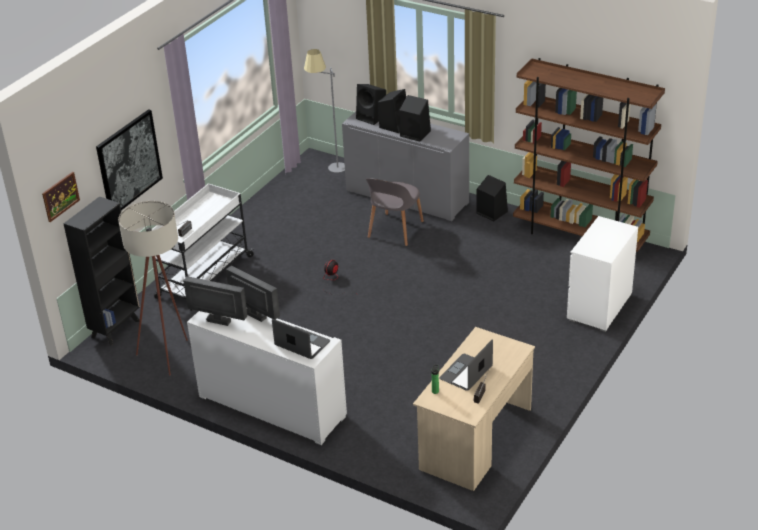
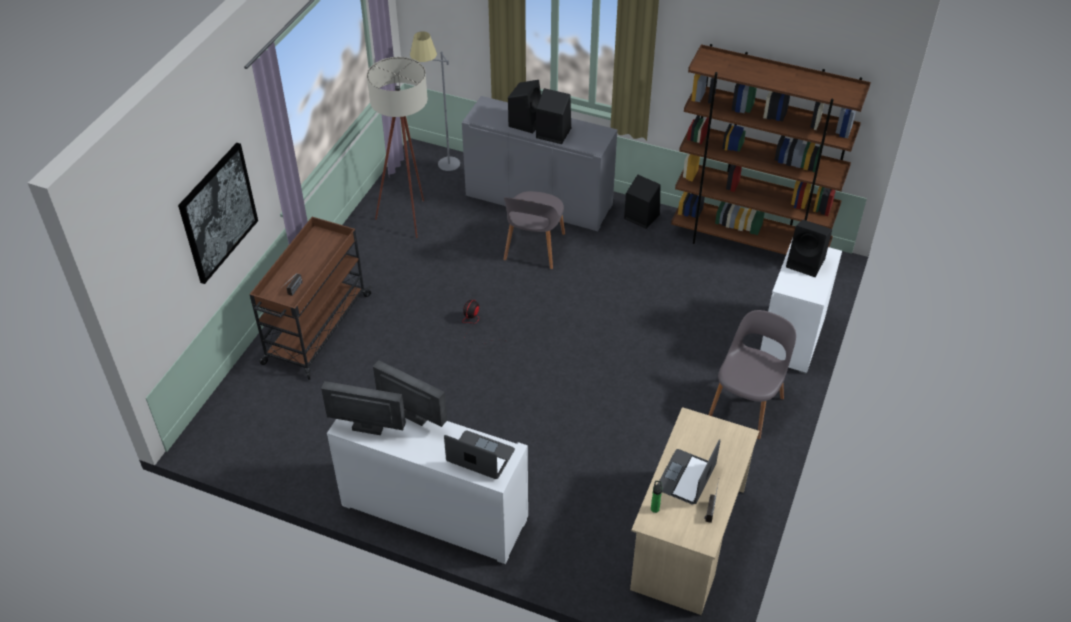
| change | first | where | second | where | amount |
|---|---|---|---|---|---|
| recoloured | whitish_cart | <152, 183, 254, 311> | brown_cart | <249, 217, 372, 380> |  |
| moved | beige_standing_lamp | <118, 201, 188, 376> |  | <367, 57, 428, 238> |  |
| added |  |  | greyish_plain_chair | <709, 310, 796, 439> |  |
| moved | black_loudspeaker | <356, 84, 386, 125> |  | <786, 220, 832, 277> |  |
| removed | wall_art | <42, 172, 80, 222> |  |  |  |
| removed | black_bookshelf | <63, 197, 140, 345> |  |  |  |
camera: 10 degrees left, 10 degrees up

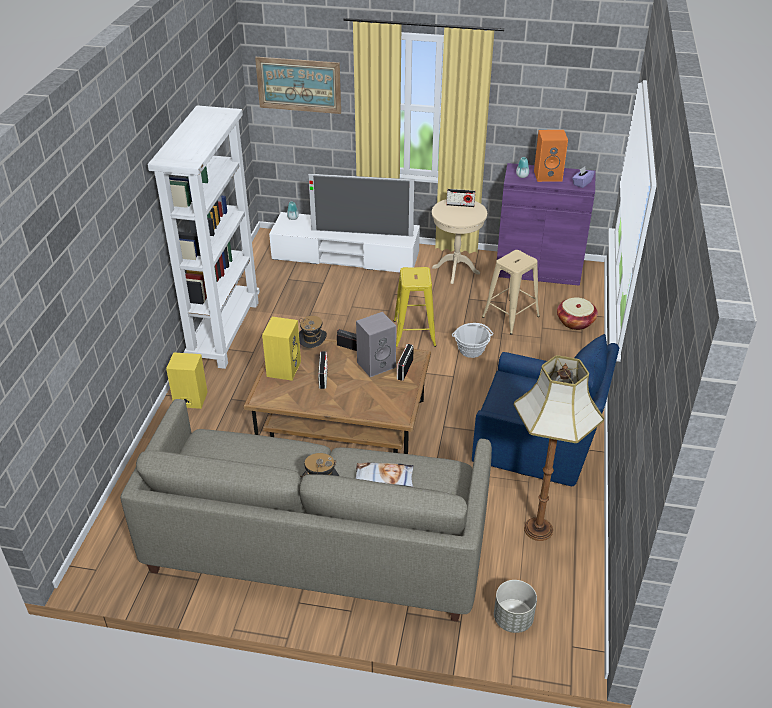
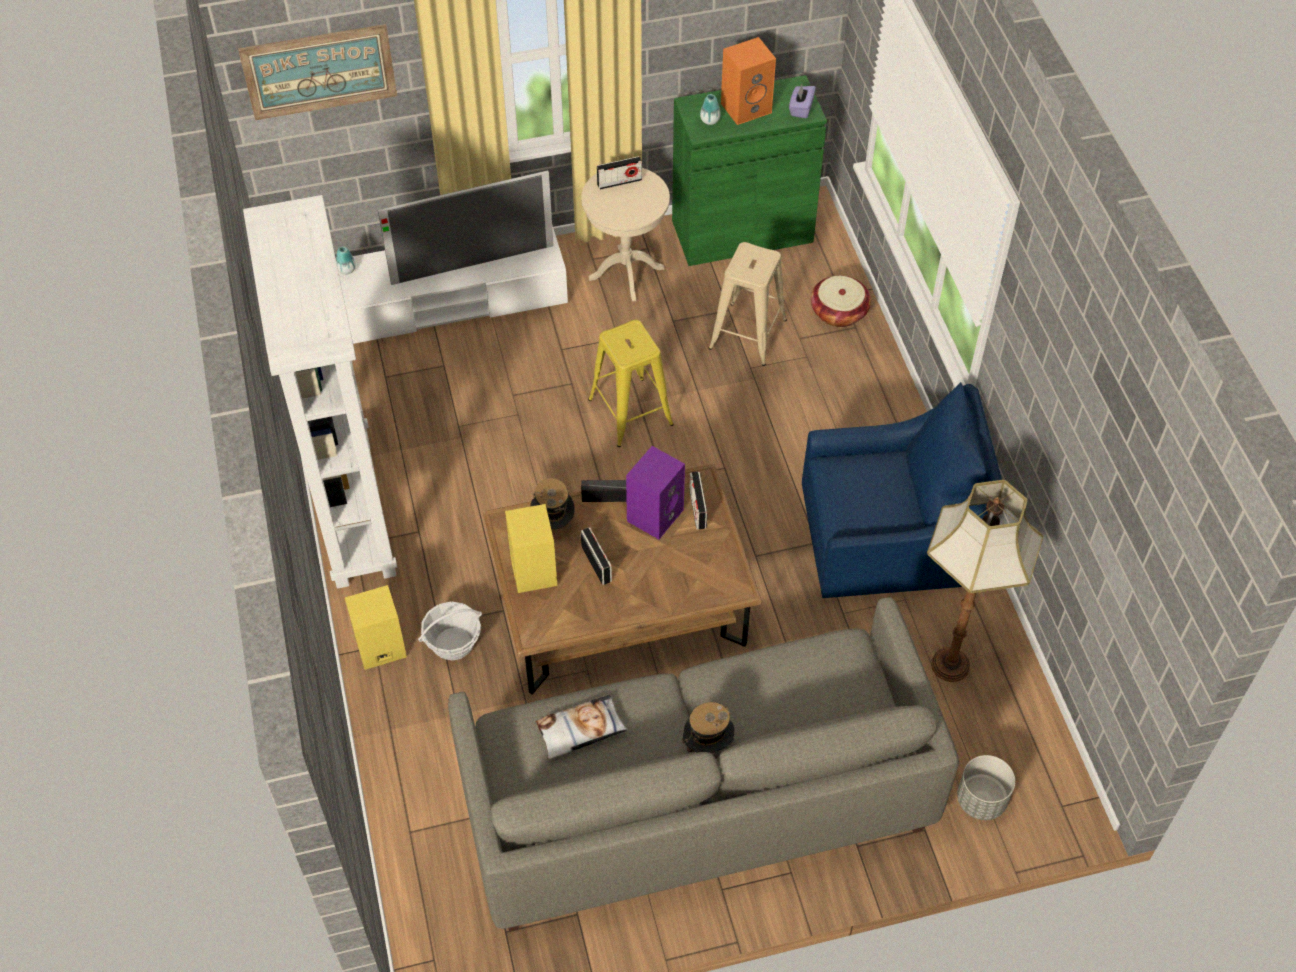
| change | first | where | second | where | amount |
|---|---|---|---|---|---|
| moved | storage_basket | <452, 323, 493, 358> |  | <418, 602, 482, 661> |  |
| moved | pillow | <355, 462, 414, 487> |  | <536, 695, 628, 759> |  |
| recoloured | greyish_loudspeaker | <356, 312, 396, 377> | purple_loudspeaker | <626, 446, 685, 539> |  |
| recoloured | purple_cabinet | <497, 163, 596, 286> | greenish_cabinet | <672, 75, 827, 266> |  |
camera: 25 degrees left, 15 degrees up

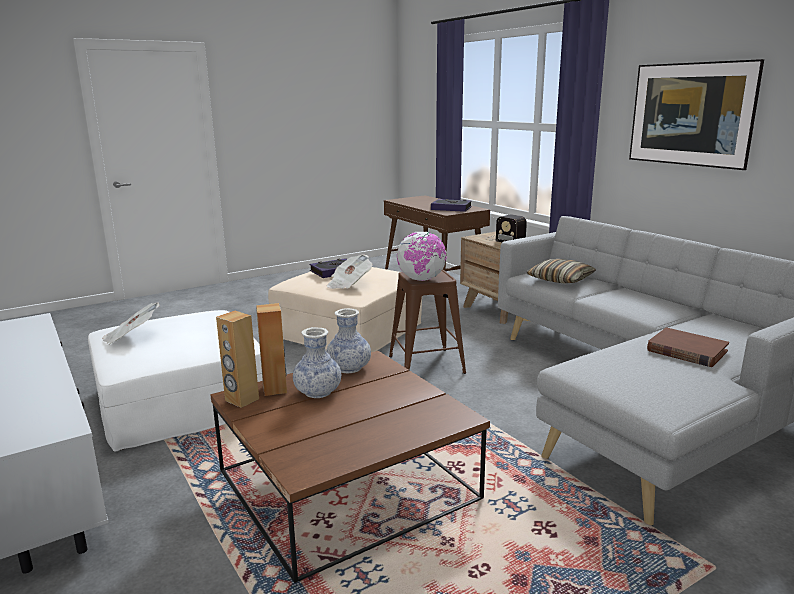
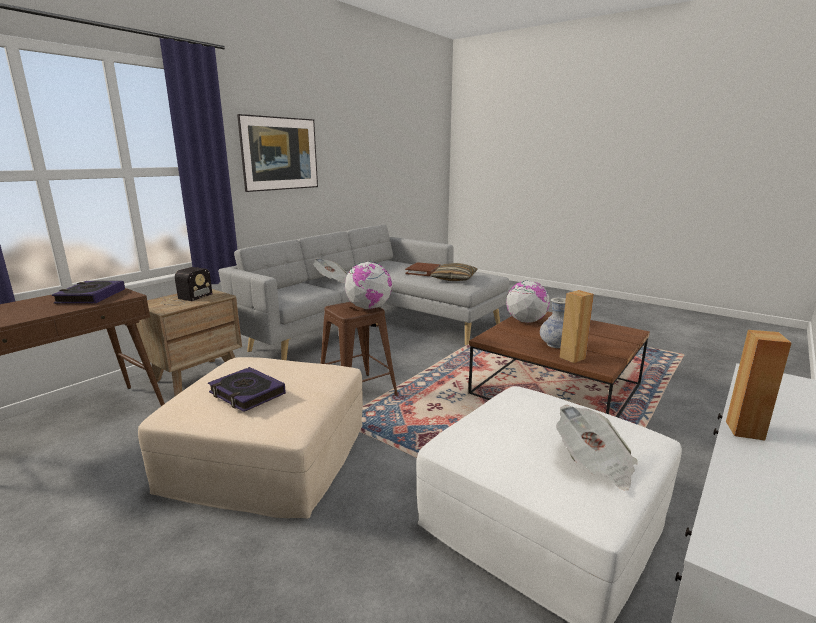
| change | first | where | second | where | amount |
|---|---|---|---|---|---|
| moved | printed_paper | <327, 254, 372, 289> |  | <313, 258, 347, 283> |  |
| moved | pillow | <526, 259, 596, 284> |  | <430, 263, 477, 281> |  |
| added |  |  | desk_globe | <506, 281, 550, 323> |  |
| moved | brown_loudspeaker | <216, 311, 259, 408> |  | <726, 330, 791, 440> |  |
| removed | decorative_vase | <326, 308, 371, 373> |  |  |  |
camera: 110 degrees left, 0 degrees up

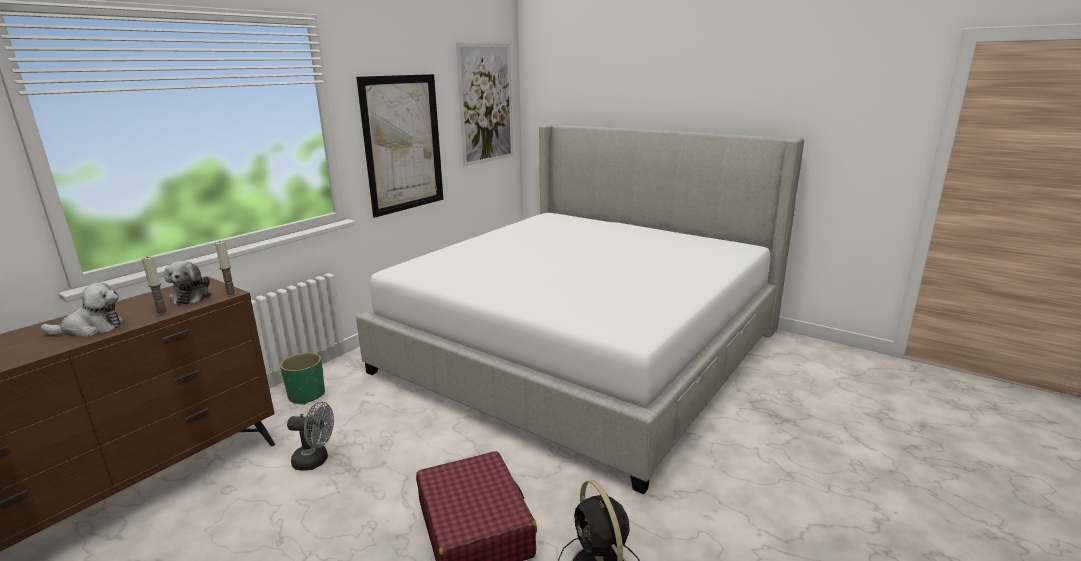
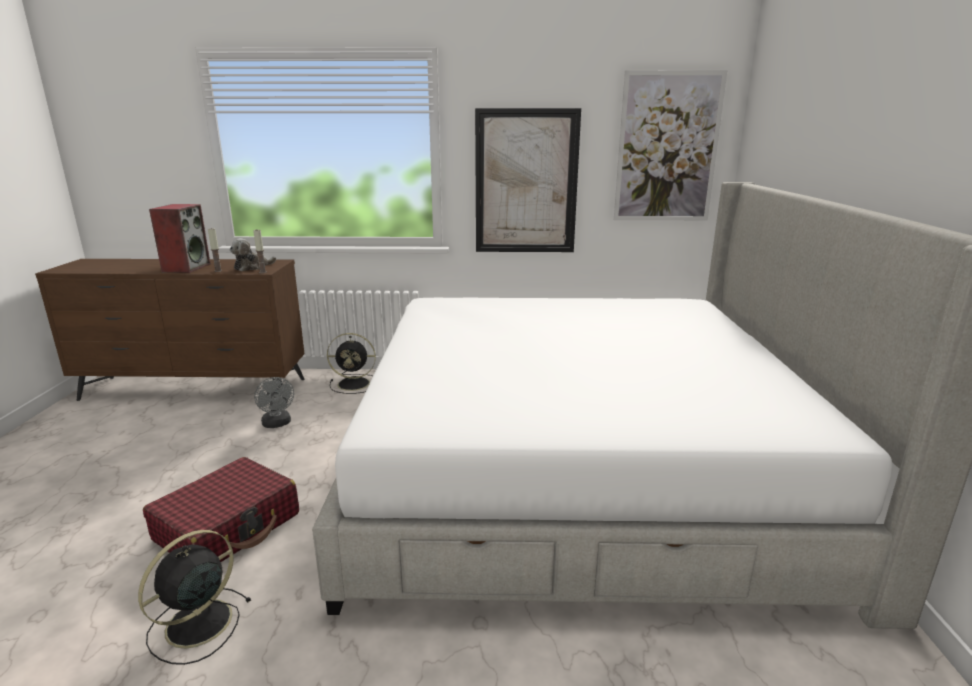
| change | first | where | second | where | amount |
|---|---|---|---|---|---|
| replaced | plush_toy | <41, 283, 123, 337> | loudspeaker | <149, 204, 211, 273> |  |
| replaced | greenish_plant_pot | <280, 352, 325, 405> | black_cooling_fan | <327, 333, 376, 394> |  |
camera: 55 degrees right, 0 degrees up

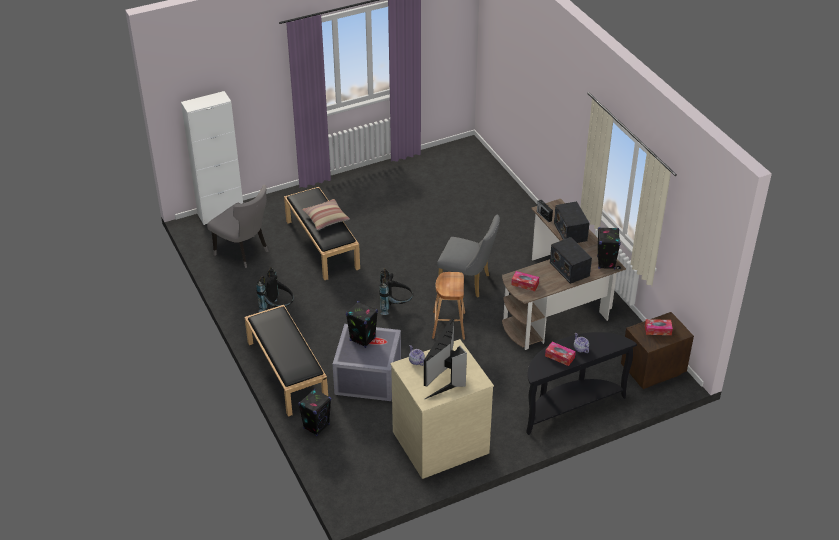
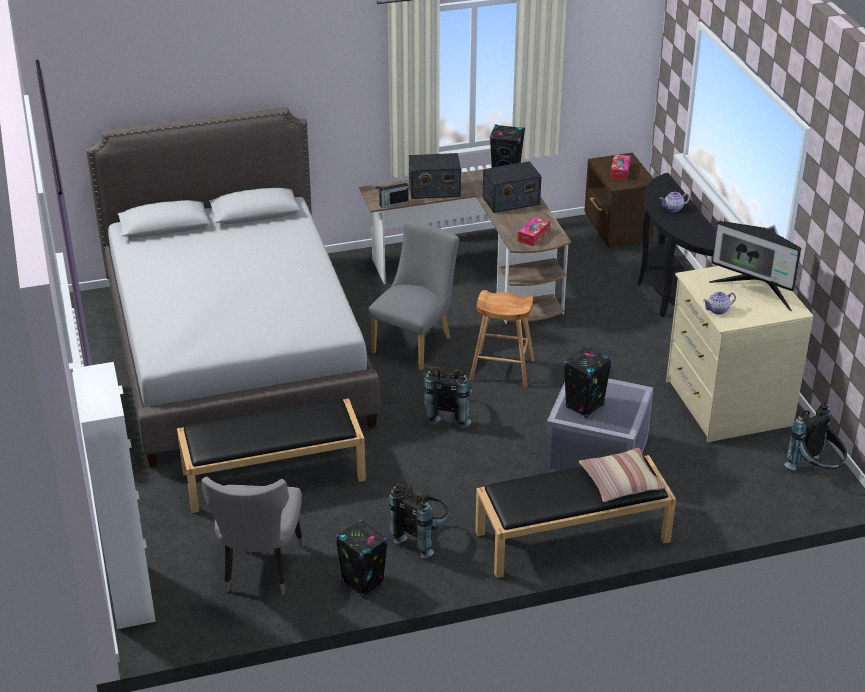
| change | first | where | second | where | amount |
|---|---|---|---|---|---|
| added |  |  | greyish_bed | <86, 107, 380, 467> |  |
| turned | greyish_plain_chair | <207, 185, 268, 268> |  | <202, 477, 304, 595> | 135 degrees clockwise |
| moved | black_loudspeaker | <298, 388, 331, 436> |  | <335, 520, 388, 598> |  |
| moved | pillow | <302, 199, 350, 230> |  | <579, 448, 666, 502> |  |
| added |  |  | black_rucksack | <784, 401, 847, 471> |  |
| removed | tissue_box | <545, 342, 576, 366> |  |  |  |
camera: 80 degrees left, 5 degrees down

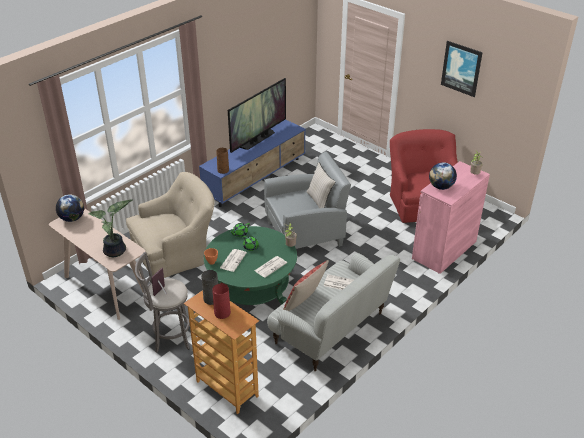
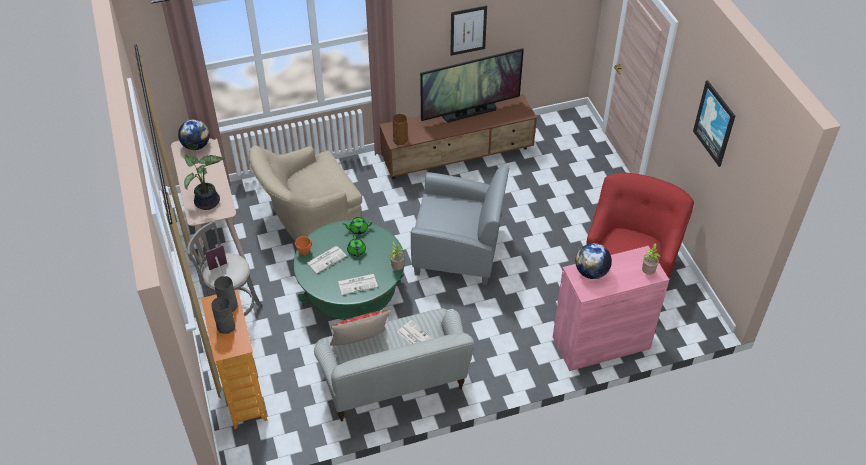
| change | first | where | second | where | amount |
|---|---|---|---|---|---|
| recoloured | red-coloured_decorative_vase | <212, 283, 231, 319> | greyish_decorative_vase | <211, 297, 235, 334> |  |
| turned | beige_lounge_chair | <126, 172, 214, 278> |  | <249, 145, 362, 241> | 150 degrees clockwise |
| recoloured | bluish_tv_unit | <199, 119, 306, 207> | brown_tv_unit | <379, 94, 537, 179> |  |
| added |  |  | wall_art | <450, 6, 487, 56> |  |
| removed | beige_pillow | <307, 162, 336, 208> |  |  |  |
camera: 30 degrees right, 10 degrees up

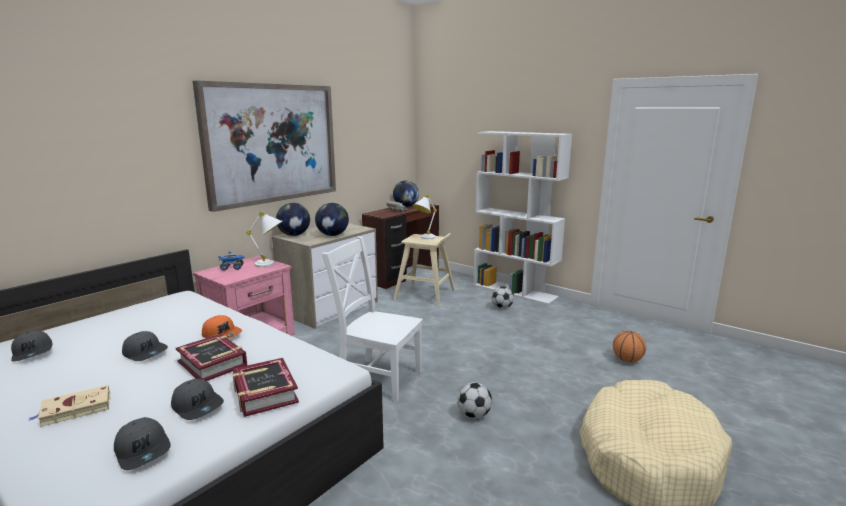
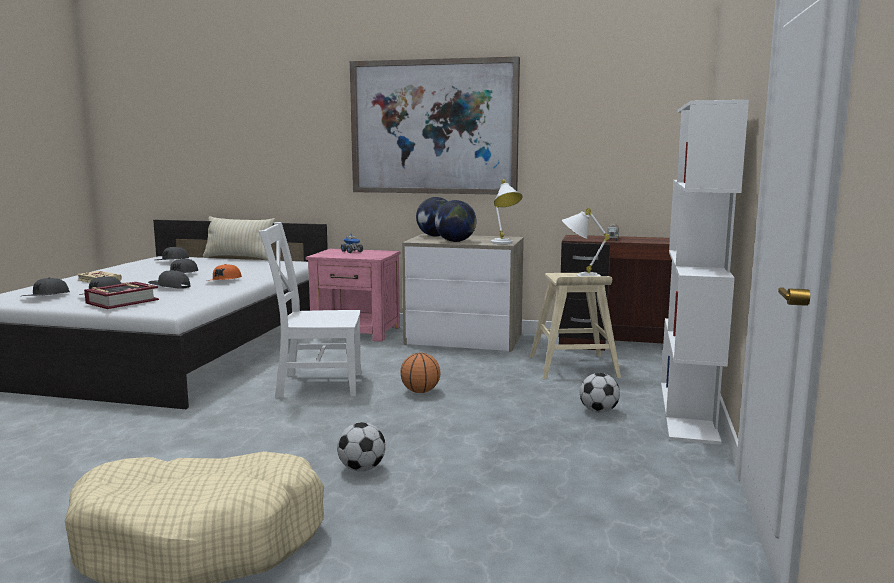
| change | first | where | second | where | amount |
|---|---|---|---|---|---|
| replaced | book | <176, 334, 248, 381> | greyish_peaked_cap | <148, 270, 190, 288> |  |
| added |  |  | beige_pillow | <203, 216, 275, 260> |  |
| turned | whitish_plain_chair | <322, 236, 423, 402> |  | <259, 222, 361, 398> | 90 degrees counterclockwise |
| moved | football_ball | <457, 382, 492, 419> |  | <337, 422, 386, 472> |  |
| moved | basketball_ball | <613, 331, 646, 362> |  | <401, 353, 441, 393> |  |
| moved | whitish_lamp_for_a_table | <246, 211, 283, 267> |  | <491, 179, 523, 244> |  |
| removed | desk_globe | <393, 181, 419, 207> |  |  |  |
camera: 65 degrees right, 5 degrees down

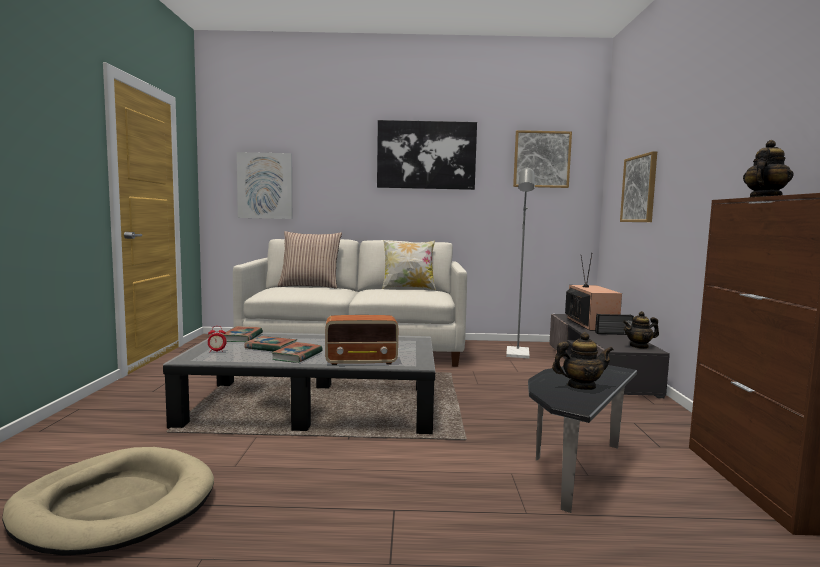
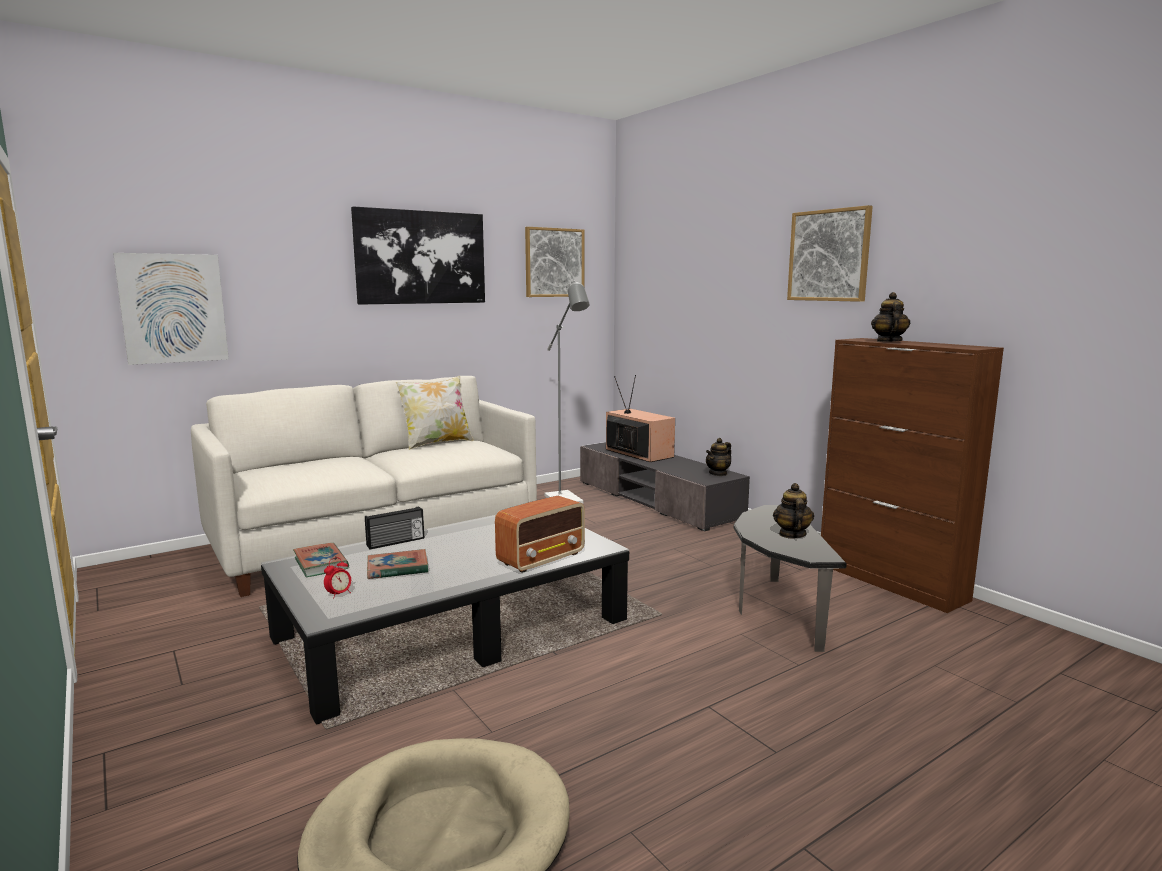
| change | first | where | second | where | amount |
|---|---|---|---|---|---|
| moved | radio | <595, 314, 634, 335> |  | <365, 506, 424, 549> |  |
| turned | teapot | <552, 332, 614, 390> |  | <773, 483, 814, 538> | 45 degrees counterclockwise |
| moved | wall_art | <620, 151, 657, 222> |  | <787, 205, 873, 302> |  |
| removed | book | <271, 342, 323, 363> |  |  |  |
| removed | pillow | <278, 231, 342, 289> |  |  |  |
camera: 35 degrees left, 5 degrees up

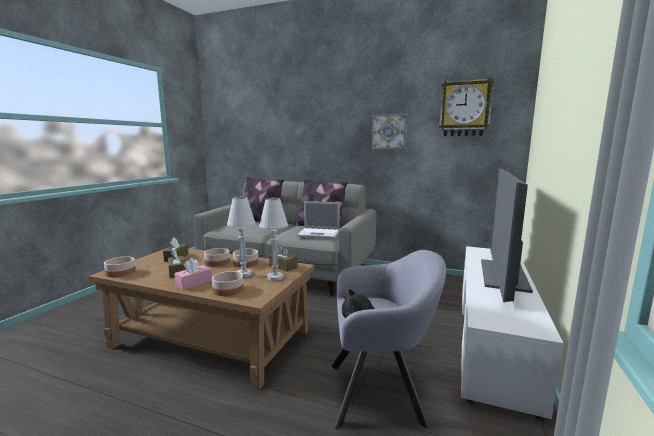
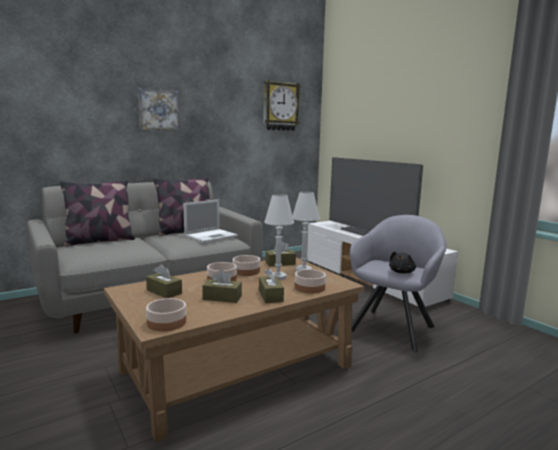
| change | first | where | second | where | amount |
|---|---|---|---|---|---|
| moved | wall_art | <371, 113, 407, 150> |  | <138, 88, 179, 131> |  |
| recoloured | pink_tissue_box | <174, 258, 212, 290> | brown_tissue_box | <259, 268, 284, 303> |  |
camera: 55 degrees left, 0 degrees up

